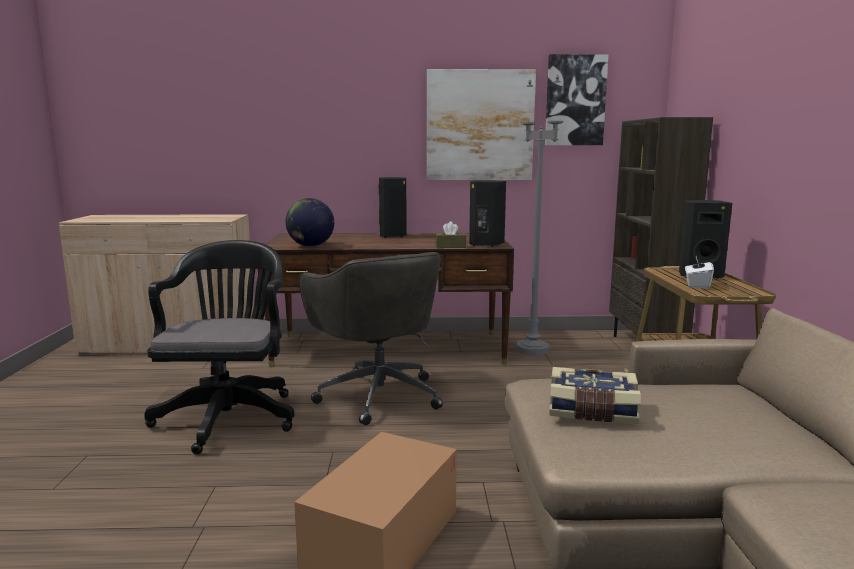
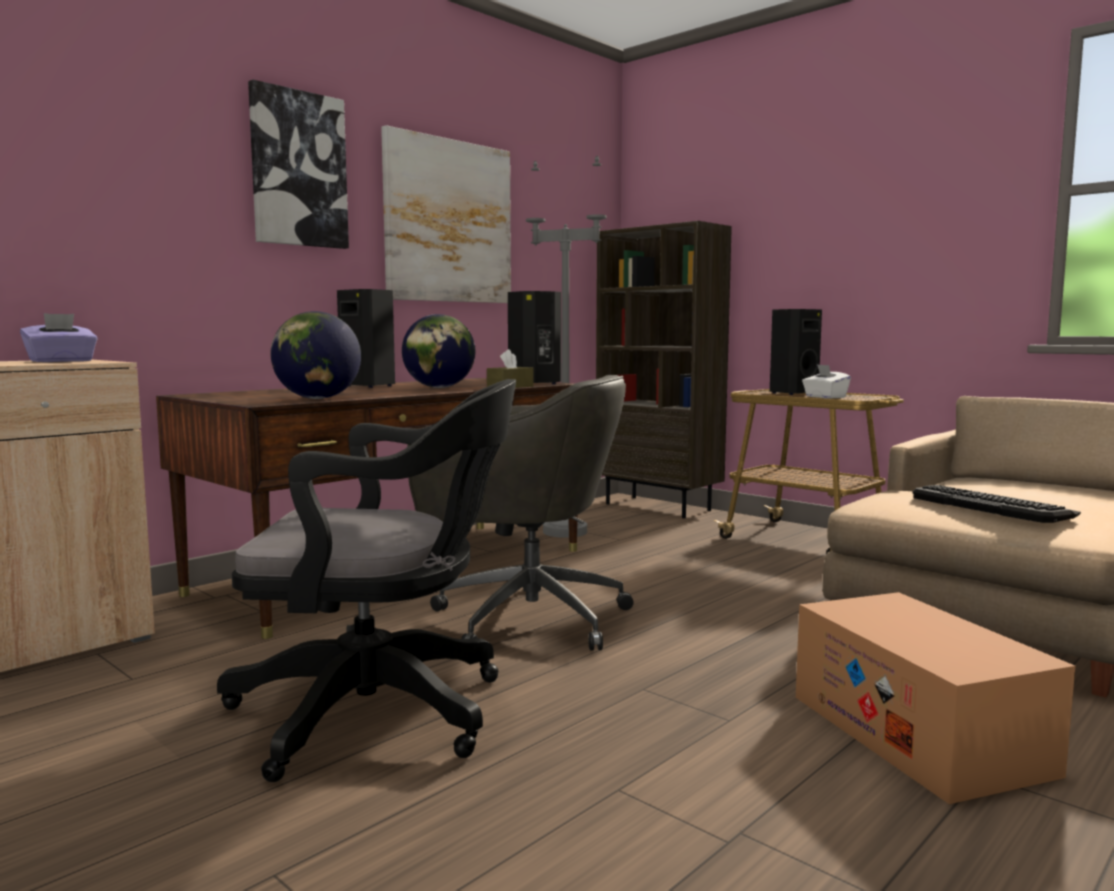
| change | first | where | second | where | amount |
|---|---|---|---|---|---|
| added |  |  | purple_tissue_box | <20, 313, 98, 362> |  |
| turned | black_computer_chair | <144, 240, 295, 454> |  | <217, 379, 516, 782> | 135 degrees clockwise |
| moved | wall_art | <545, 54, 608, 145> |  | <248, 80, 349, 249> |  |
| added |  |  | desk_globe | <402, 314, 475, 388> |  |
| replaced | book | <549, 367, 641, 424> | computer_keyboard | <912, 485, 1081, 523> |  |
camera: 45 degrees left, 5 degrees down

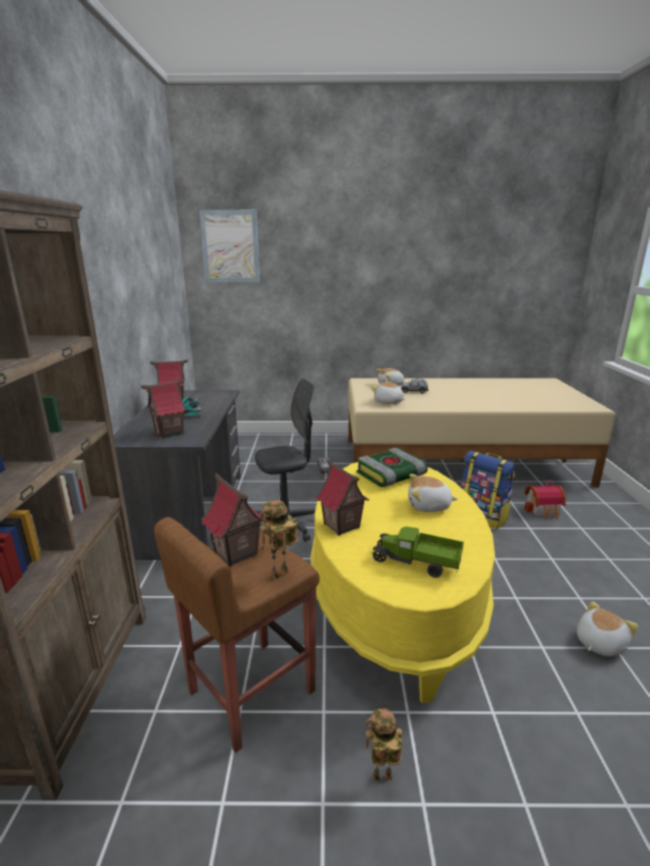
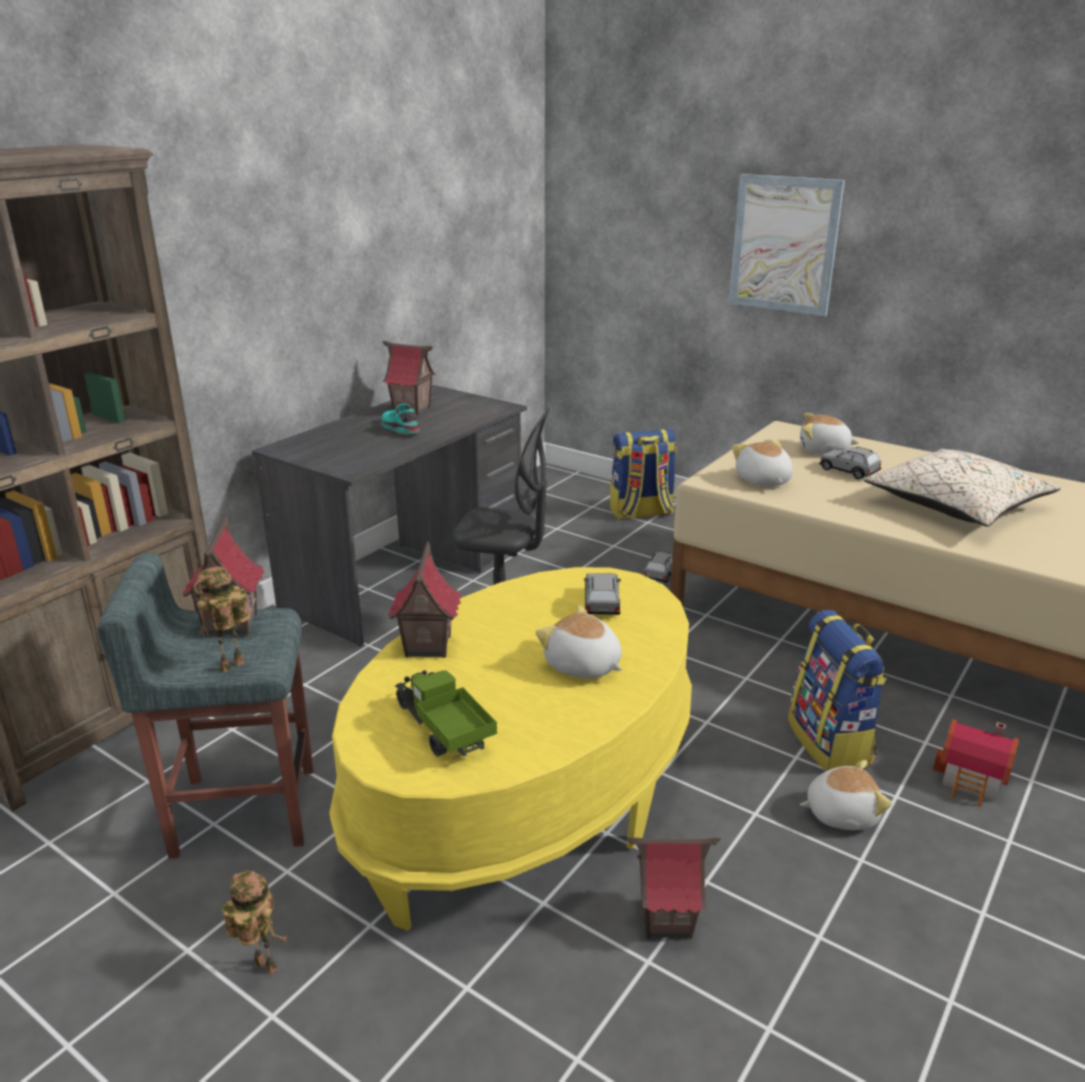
| change | first | where | second | where | amount |
|---|---|---|---|---|---|
| recoloured | brown_stool_seat | <154, 517, 320, 753> | greyish_stool_seat | <97, 552, 313, 859> |  |
| turned | model_robot | <259, 500, 298, 580> |  | <194, 567, 250, 673> | 45 degrees counterclockwise |
| replaced | book | <357, 448, 428, 487> | greyish_model_car | <584, 573, 621, 615> |  |
| added |  |  | rucksack | <610, 429, 677, 519> |  |
| moved | model_house | <141, 379, 186, 438> |  | <627, 837, 720, 939> |  |
| moved | wall_art | <199, 210, 260, 282> |  | <729, 174, 845, 316> |  |
| moved | plush_toy | <577, 601, 638, 657> |  | <800, 760, 892, 830> |  |
| added |  |  | beige_pillow | <863, 449, 1061, 526> |  |
camera: 35 degrees right, 5 degrees up

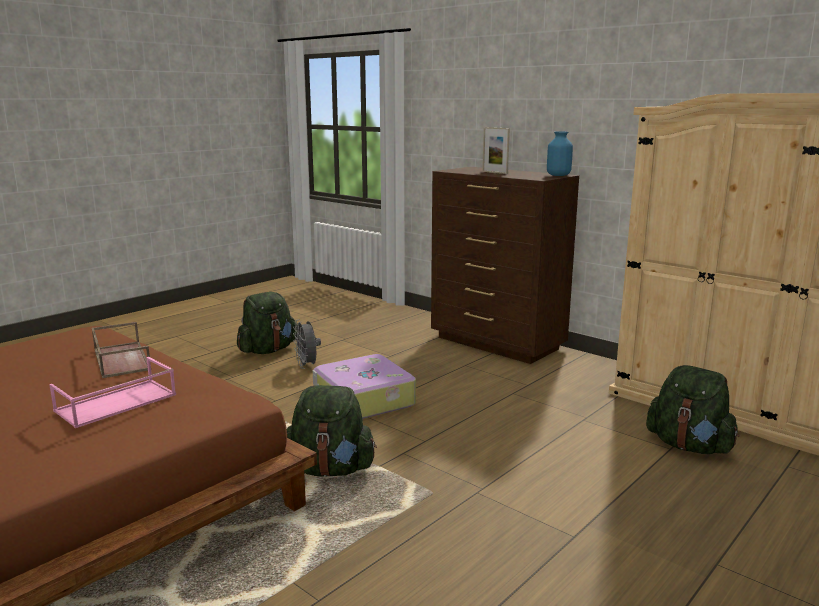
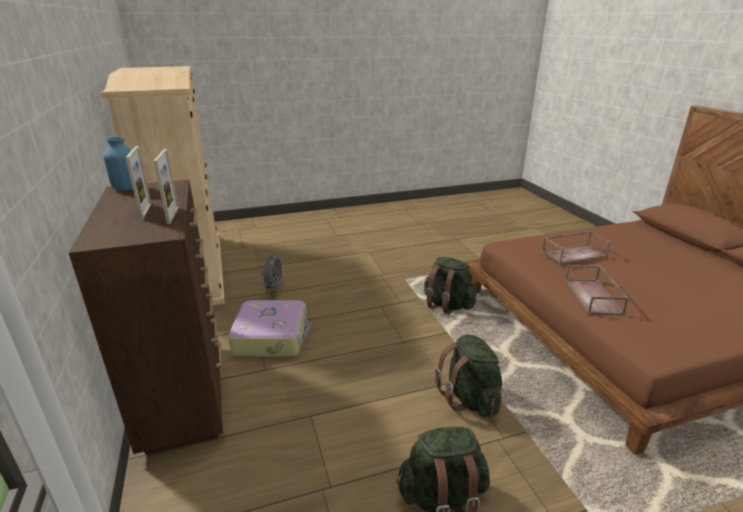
| change | first | where | second | where | amount |
|---|---|---|---|---|---|
| added |  |  | picture_frame | <154, 149, 179, 224> |  |
| moved | suitcase | <313, 354, 416, 419> |  | <228, 300, 311, 357> |  |
| moved | greyish_cooling_fan | <293, 319, 321, 369> |  | <261, 254, 285, 293> |  |
| moved | greenish_rucksack | <646, 365, 739, 454> |  | <435, 335, 502, 417> |  |
| recoloured | pink_serving_tray | <49, 357, 176, 428> | brown_serving_tray | <542, 231, 611, 264> |  |
camera: 150 degrees left, 10 degrees up

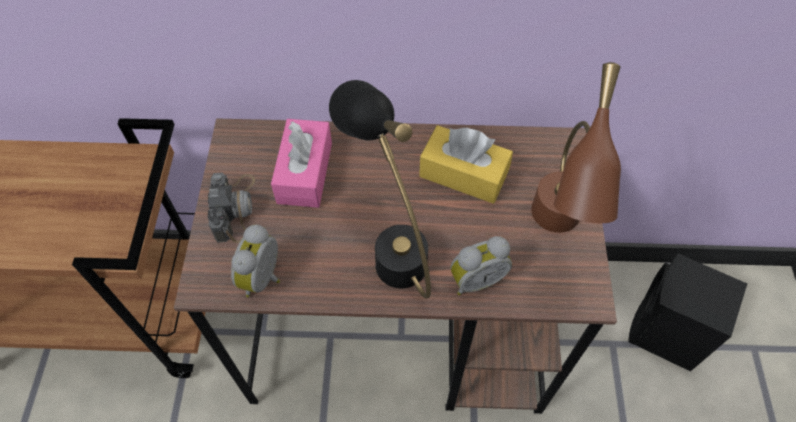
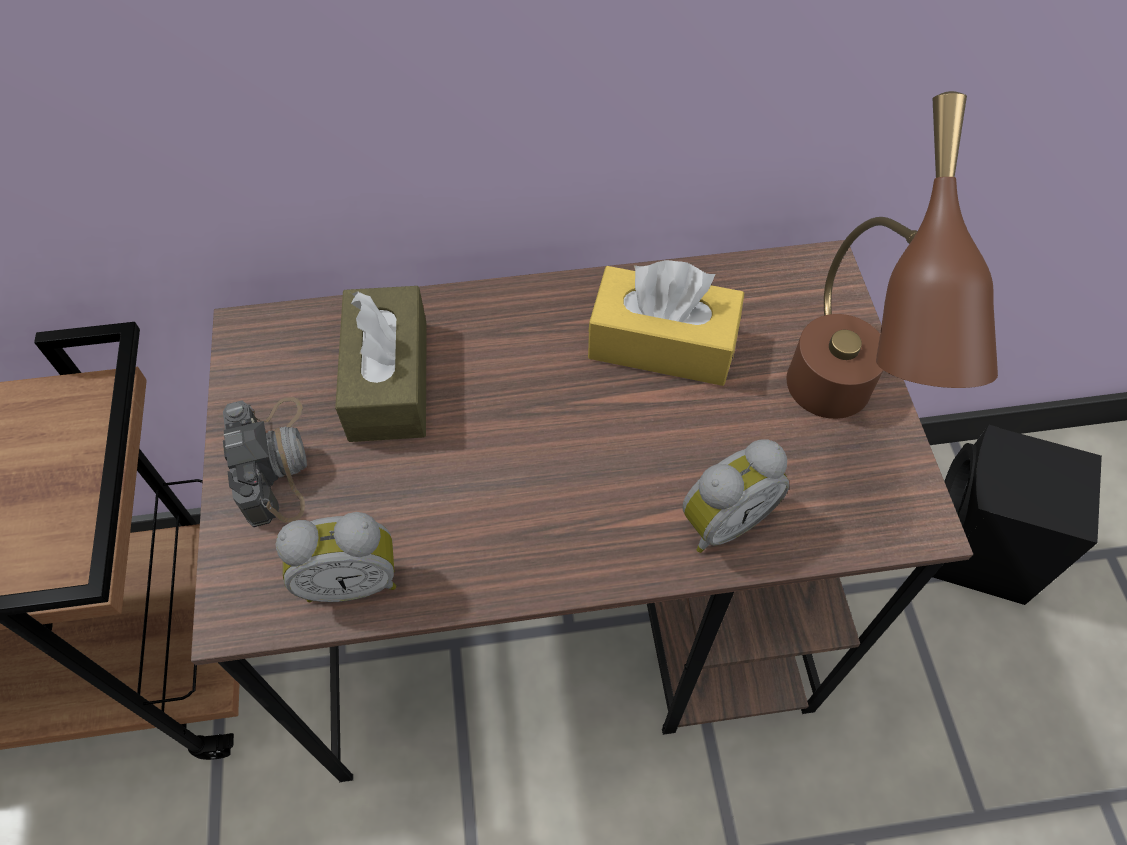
| change | first | where | second | where | amount |
|---|---|---|---|---|---|
| turned | table_clock | <231, 224, 280, 298> |  | <275, 512, 396, 603> | 105 degrees counterclockwise |
| recoloured | pink_tissue_box | <271, 119, 332, 208> | brown_tissue_box | <335, 286, 427, 442> |  |
| removed | black_lamp_for_a_table | <329, 80, 431, 299> |  |  |  |
camera: 10 degrees left, 0 degrees up

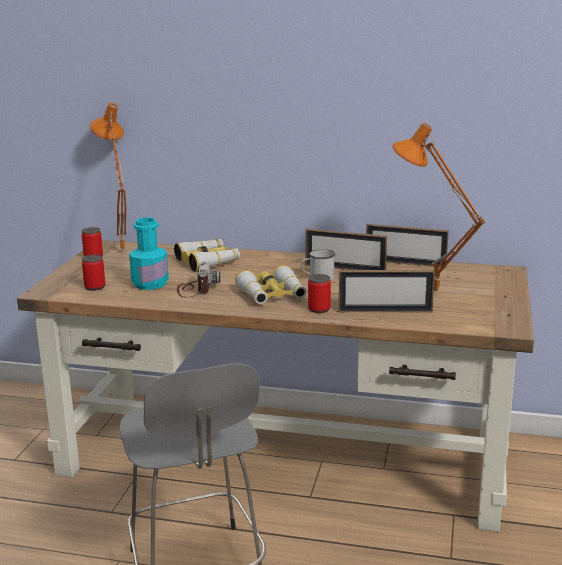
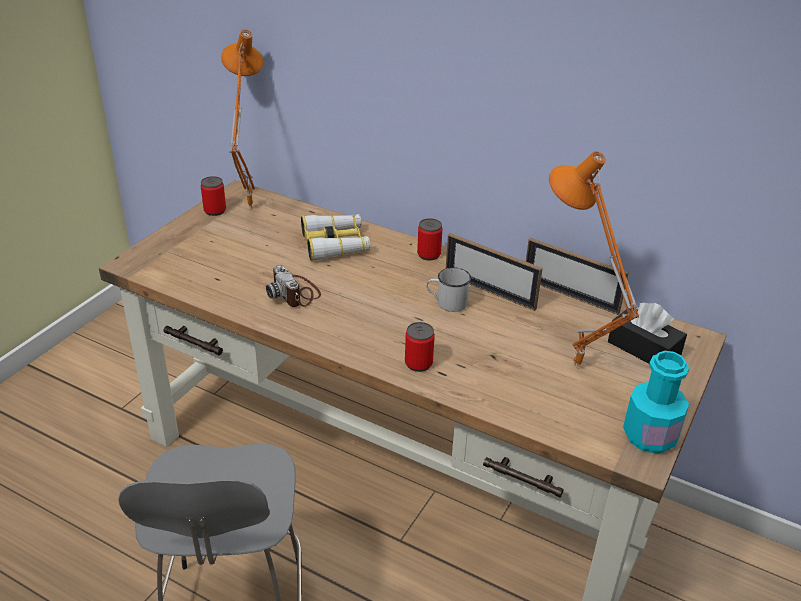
| change | first | where | second | where | amount |
|---|---|---|---|---|---|
| turned | still_camera | <177, 262, 220, 297> |  | <266, 265, 321, 307> | 135 degrees clockwise |
| moved | can | <82, 255, 105, 291> |  | <417, 218, 442, 260> |  |
| added |  |  | black_tissue_box | <608, 303, 687, 364> |  |
| moved | blue-green_bottle | <129, 217, 169, 290> |  | <623, 351, 689, 454> |  |
| removed | field_glasses | <235, 265, 306, 304> |  |  |  |
| removed | picture_frame | <338, 270, 435, 312> |  |  |  |
camera: 15 degrees right, 15 degrees up

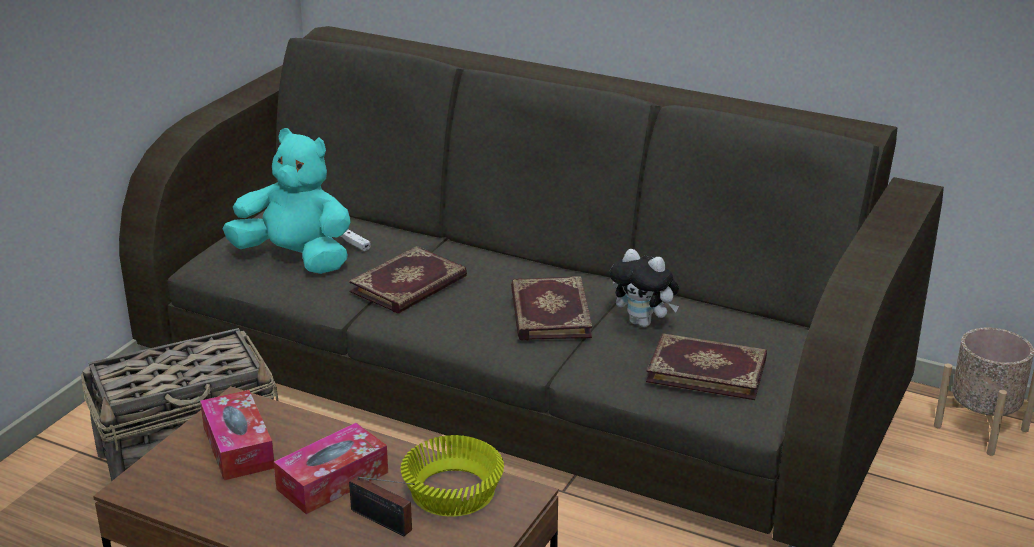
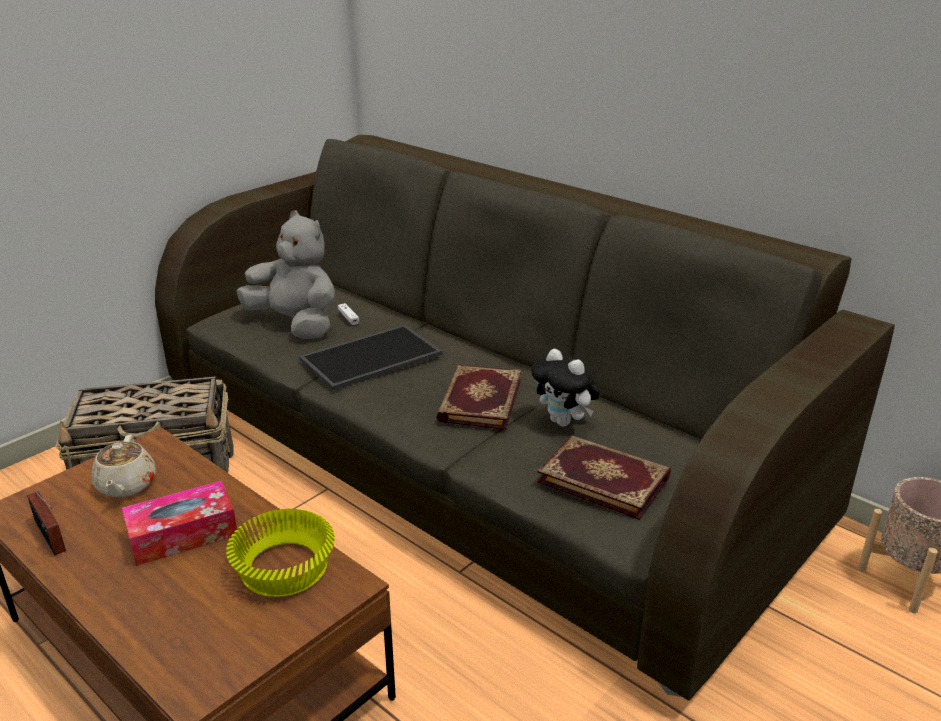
| change | first | where | second | where | amount |
|---|---|---|---|---|---|
| moved | radio | <349, 476, 415, 536> |  | <27, 491, 66, 556> |  |
| replaced | tissue_box | <200, 390, 274, 480> | beige_teapot | <91, 435, 156, 497> |  |
| recoloured | blue-green_plush_toy | <223, 128, 351, 274> | greyish_plush_toy | <236, 210, 335, 339> |  |
| replaced | book | <349, 246, 467, 314> | serving_tray | <299, 325, 442, 390> |  |
camera: 15 degrees right, 0 degrees up

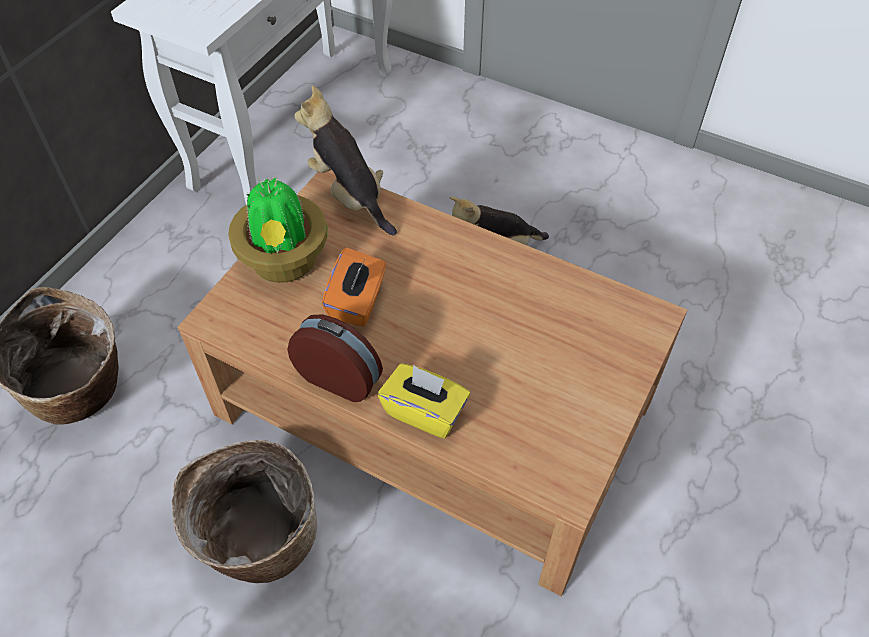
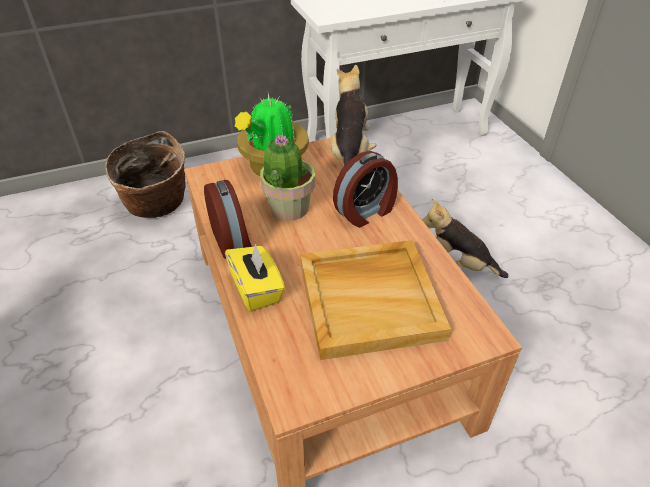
| change | first | where | second | where | amount |
|---|---|---|---|---|---|
| replaced | orangey_tissue_box | <322, 247, 386, 327> | plant_in_a_pot | <260, 134, 315, 221> |  |
| added |  |  | beige_serving_tray | <300, 240, 451, 360> |  |
| added |  |  | table_clock | <333, 151, 398, 228> |  |
| removed | storage_basket | <172, 440, 317, 583> |  |  |  |
camera: 40 degrees right, 10 degrees down

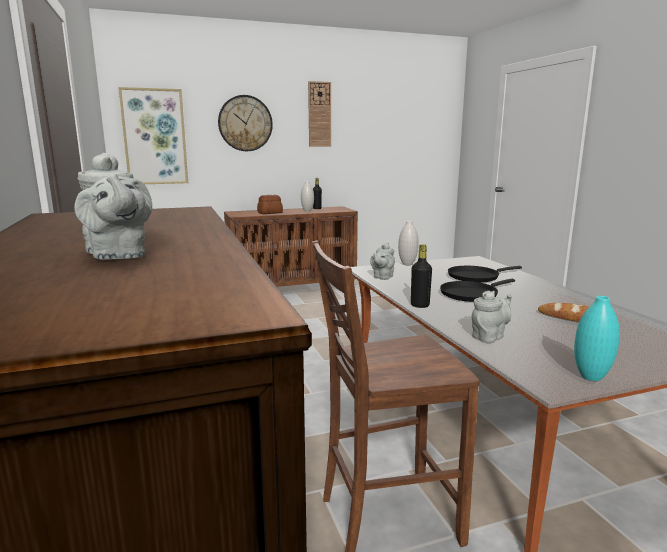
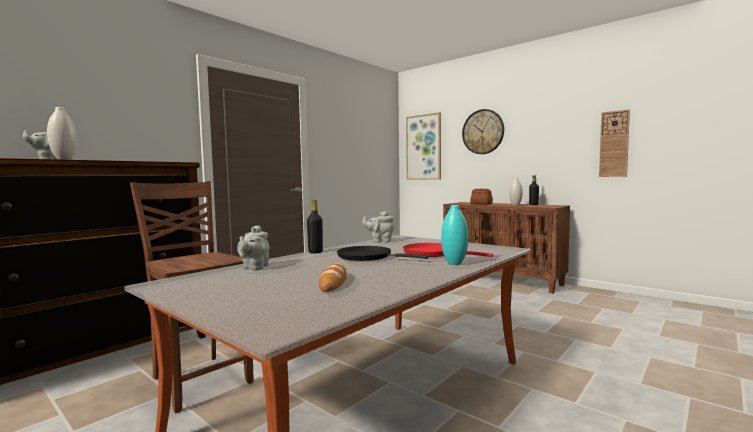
| change | first | where | second | where | amount |
|---|---|---|---|---|---|
| moved | whitish_decorative_vase | <398, 220, 419, 265> |  | <47, 107, 77, 160> |  |
| turned | greyish_teapot | <472, 291, 512, 342> |  | <237, 225, 269, 270> | 75 degrees clockwise |
| recoloured | black_frying_pan | <448, 266, 522, 283> | red-coloured_frying_pan | <403, 243, 493, 257> |  |
| moved | blue-green_decorative_vase | <574, 296, 620, 381> |  | <441, 205, 468, 265> |  |
| moved | wall_clock | <308, 81, 331, 147> |  | <599, 109, 630, 177> |  |
camera: 60 degrees right, 10 degrees down

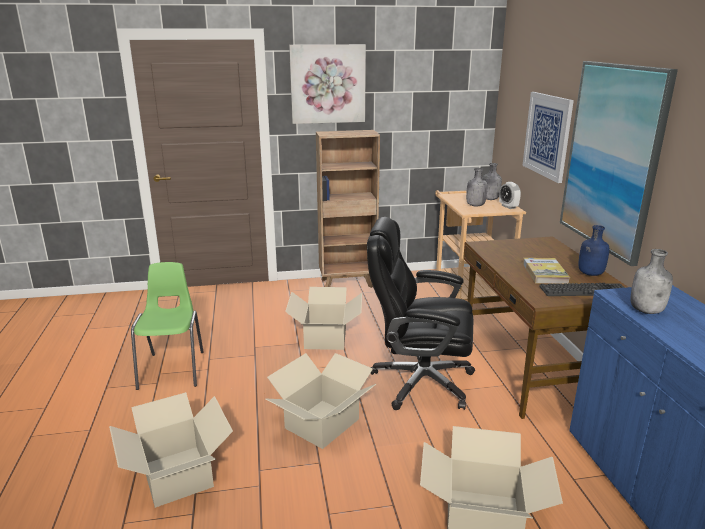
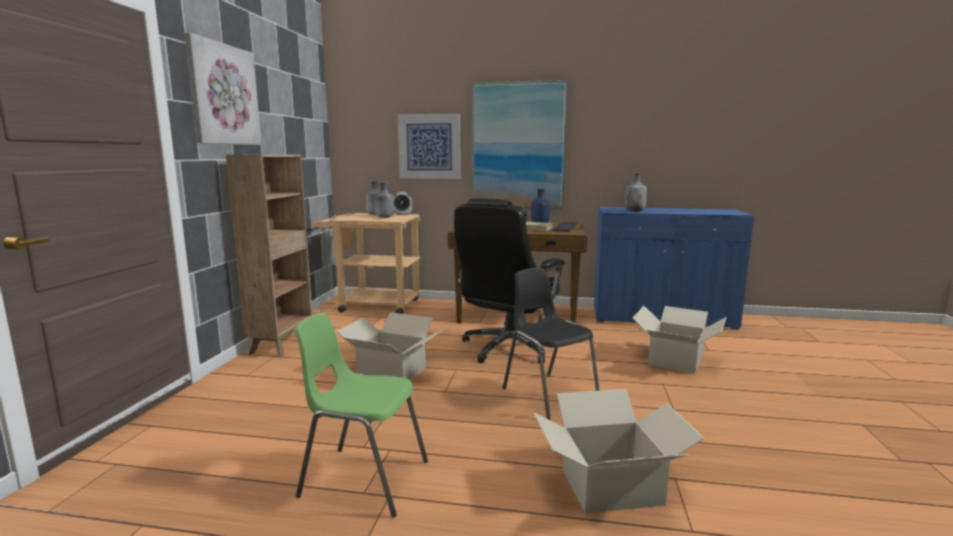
| change | first | where | second | where | amount |
|---|---|---|---|---|---|
| replaced | cardboard_box | <266, 353, 376, 449> | black_plain_chair | <503, 268, 600, 420> |  |
camera: 70 degrees left, 10 degrees down

